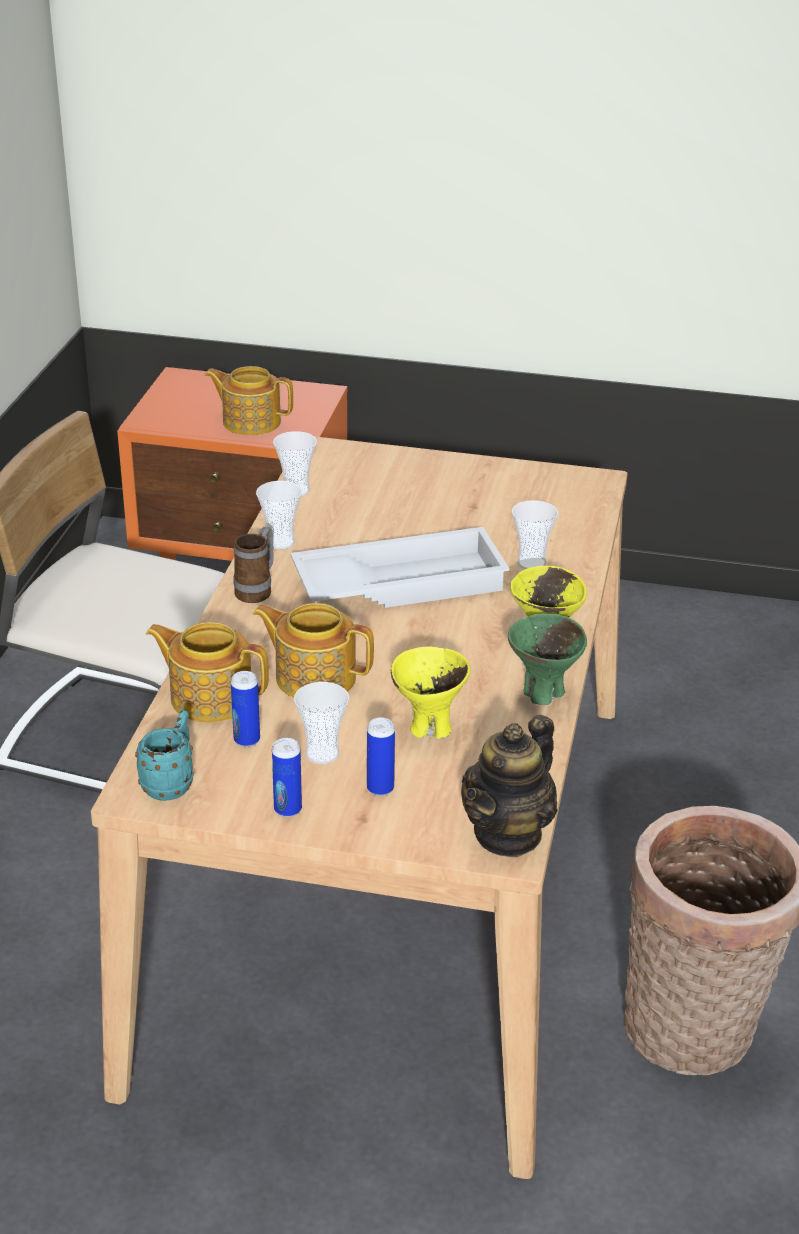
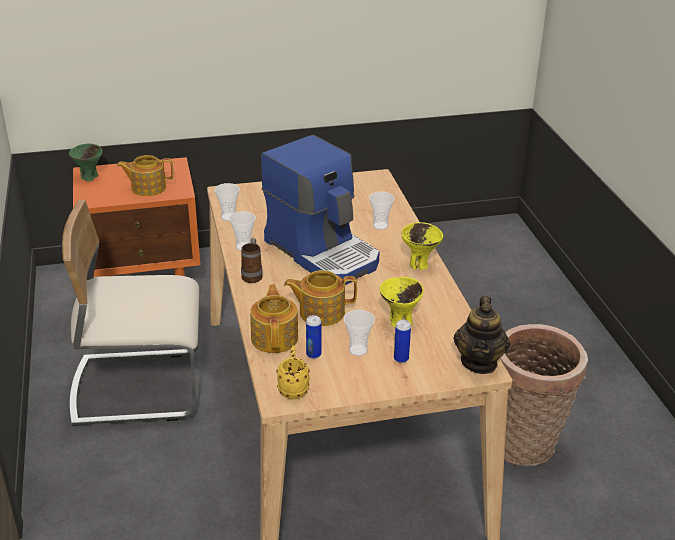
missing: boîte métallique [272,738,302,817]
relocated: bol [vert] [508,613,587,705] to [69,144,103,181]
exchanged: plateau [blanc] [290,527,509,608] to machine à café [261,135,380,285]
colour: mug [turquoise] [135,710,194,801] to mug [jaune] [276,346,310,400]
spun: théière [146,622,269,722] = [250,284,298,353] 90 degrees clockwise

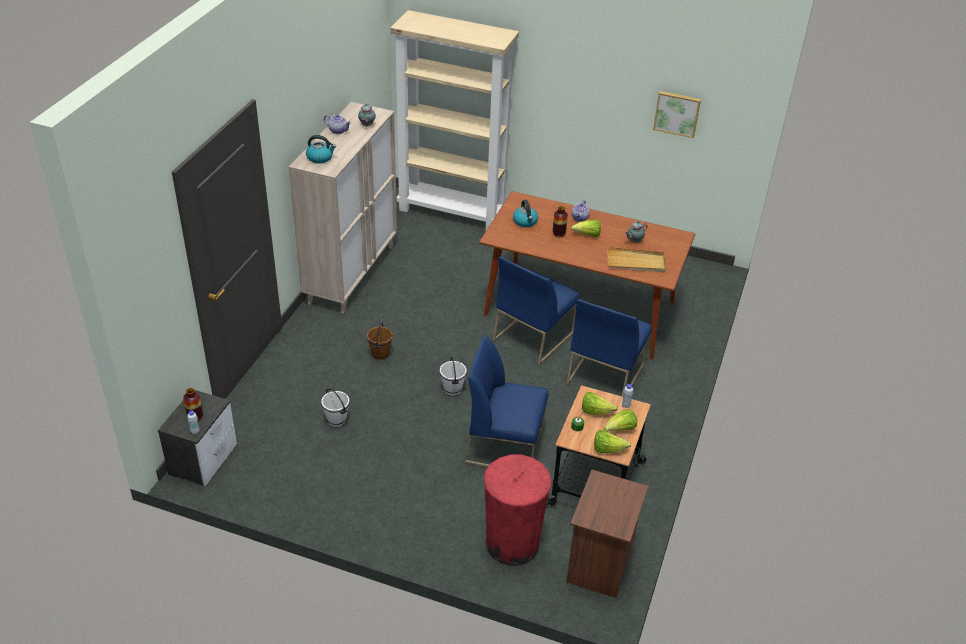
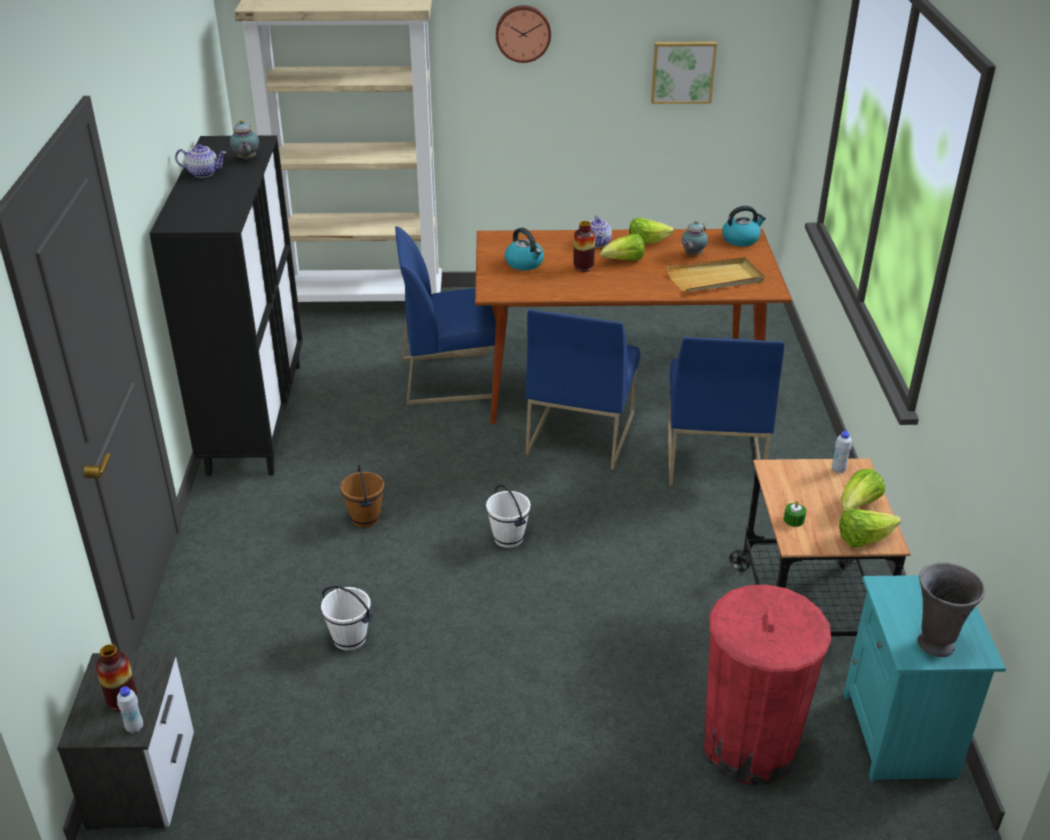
appeared: horloge murale [496,5,551,63]; vase [gris] [917,562,985,657]
relocated: bouilloire [306,135,336,164] to [722,206,766,246]; chaise [bleu] [463,335,548,468] to [395,227,496,405]; laitue [582,392,618,415] to [629,218,674,245]
colour: meuble de rangement [beige] [289,102,397,314] to meuble de rangement [noir] [150,136,303,476]; table de chevet [marron] [566,470,648,598] to table de chevet [turquoise] [843,575,1006,782]

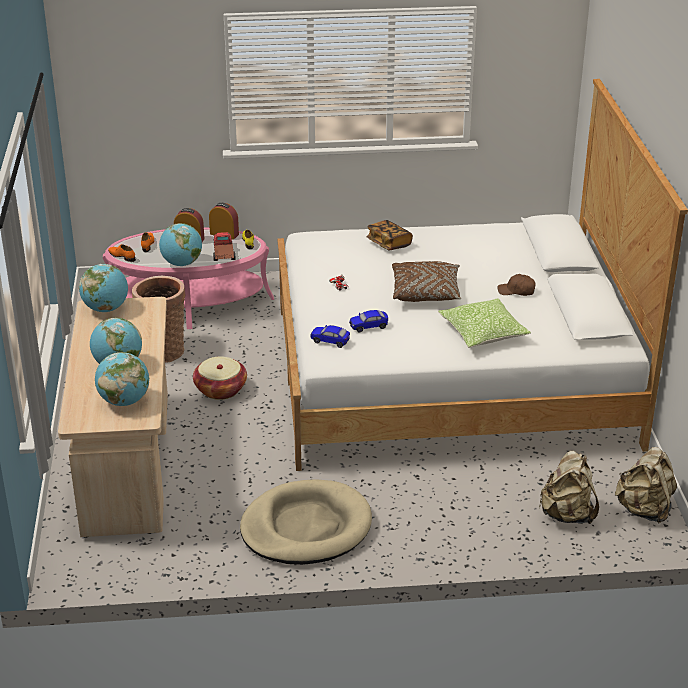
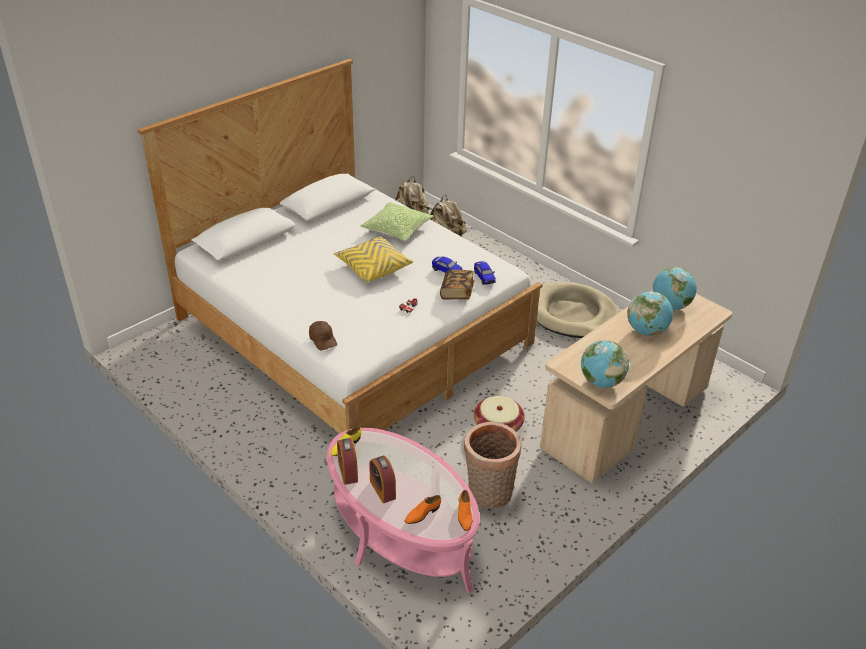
missing: globe [159,223,202,266]; camion jouet [213,232,235,261]
relocated: livre [366,220,413,251] to [440,270,474,300]; casquette [marron] [498,274,536,296] to [309,321,337,350]
colour: coussin [marron] [392,261,461,302] to coussin [jaune] [334,236,413,283]

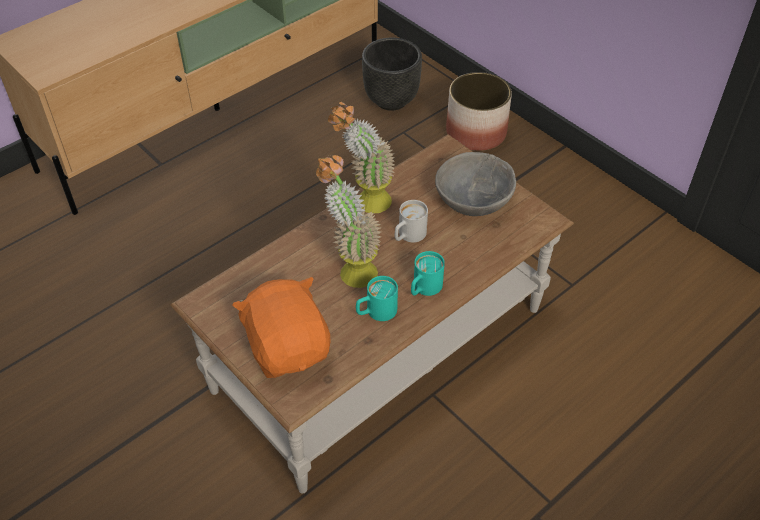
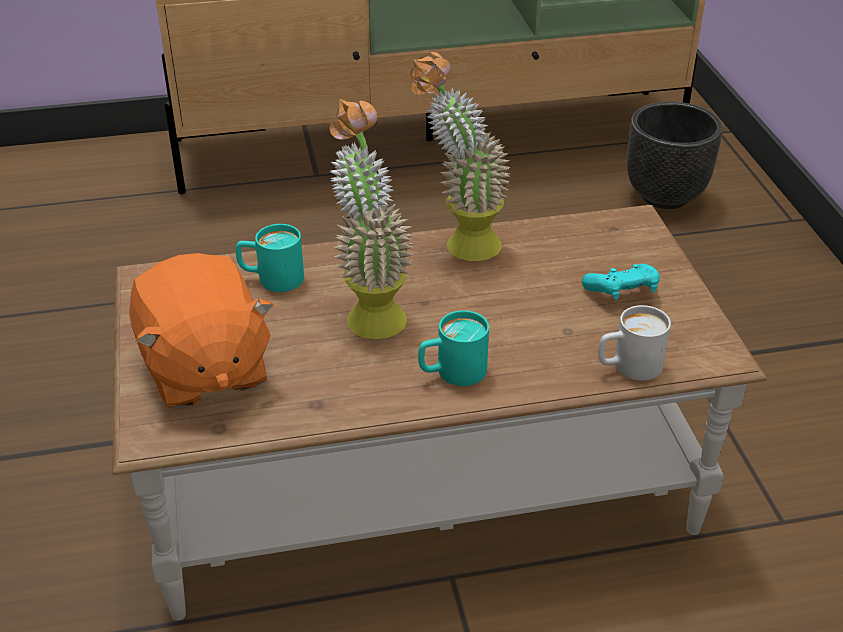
missing: cache-pot [446,72,512,151]
relocated: mug [turquoise] [356,276,398,321] to [236,224,304,292]; mug [blanc] [395,200,428,242] to [598,305,671,381]
exchanged: bol [gris] [435,152,516,216] to manette [turquoise] [582,264,660,300]
spun: peluche [orange] [232,277,330,378] = [129,253,274,409] 150 degrees clockwise

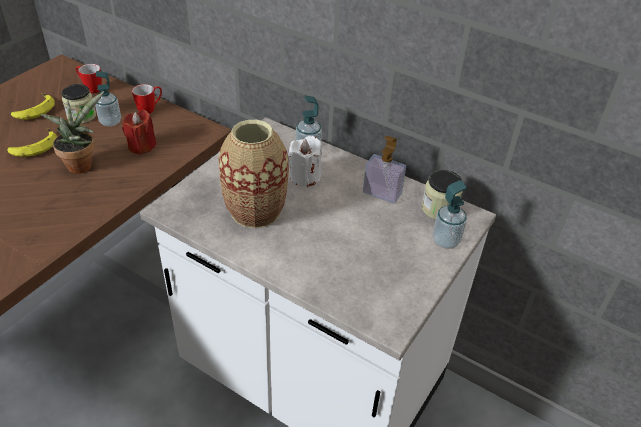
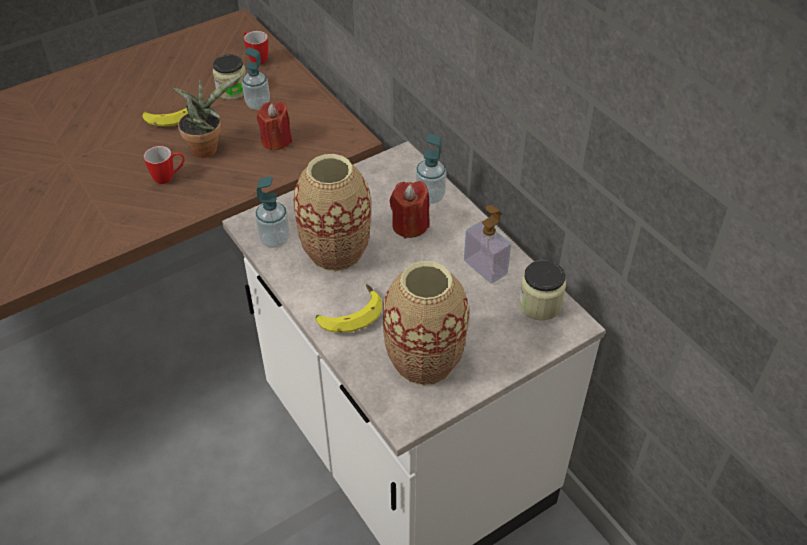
appeared: vase [383,261,469,386]
relocated: banane [10,93,55,120] to [315,284,382,333]; mug [132,84,162,114] to [144,146,185,184]; distributeur de savon [432,180,467,249] to [255,176,290,248]
colour: bougie [blanc] [288,136,322,188] to bougie [rouge] [389,181,429,238]

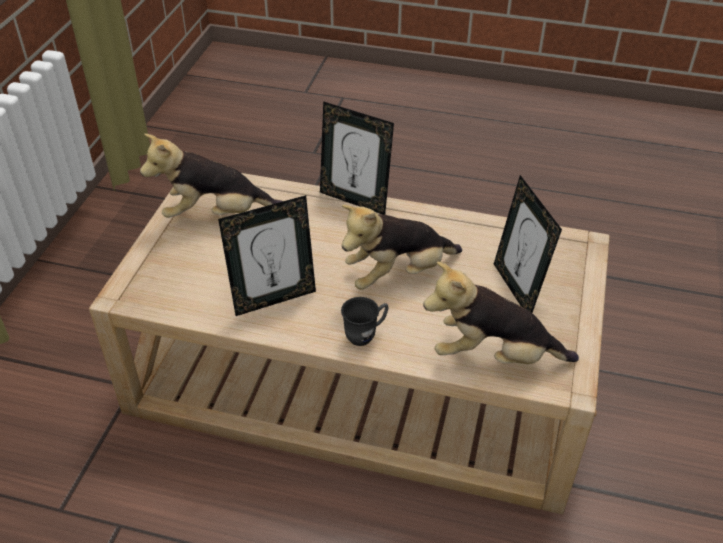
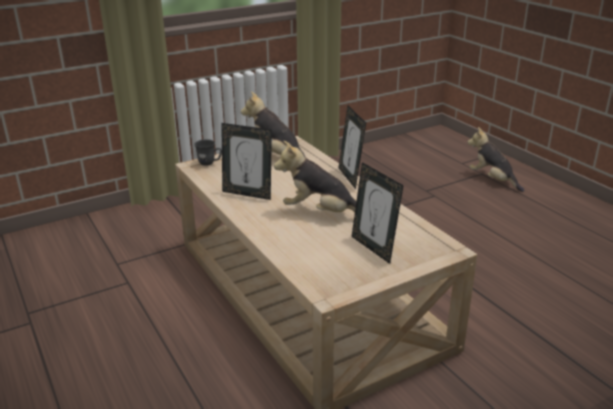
relocated: mug [gris] [341,297,389,346] to [195,139,222,166]; peluche [423,262,579,364] to [467,127,524,192]
spun: cadre photo [494,175,562,313] = [352,162,404,264] 60 degrees counterclockwise

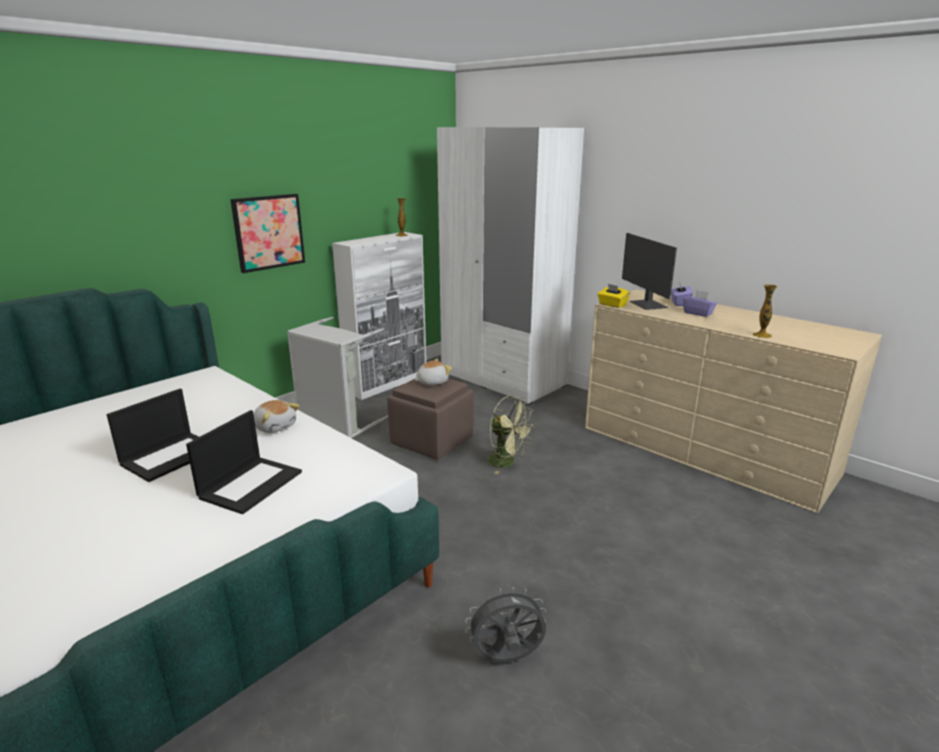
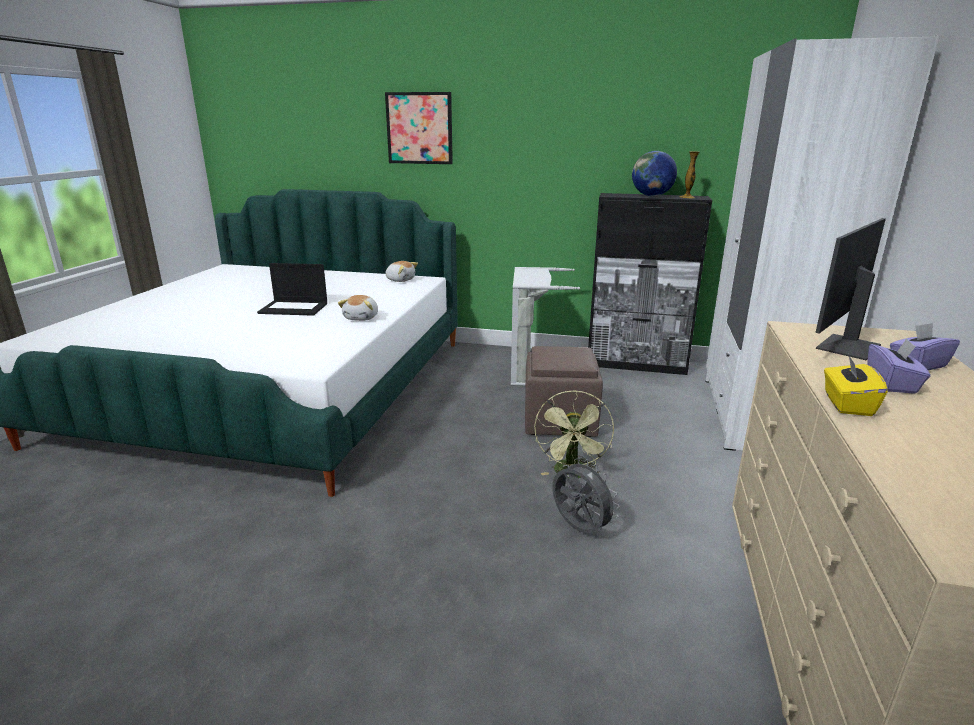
missing: ordinateur portable [186,410,302,514]; vase [753,284,777,338]
appeared: globe [632,151,677,196]
relocated: tableau [230,194,305,273] to [385,92,453,164]; peluche [415,359,452,385] to [386,261,418,282]; ventilateur [gris] [465,586,546,662] to [552,458,620,533]; boîte à mouchoirs [jaune] [597,284,630,308] to [824,356,888,416]
colour: meuble de rangement [blanc] [332,232,426,400] to meuble de rangement [noir] [588,193,712,375]

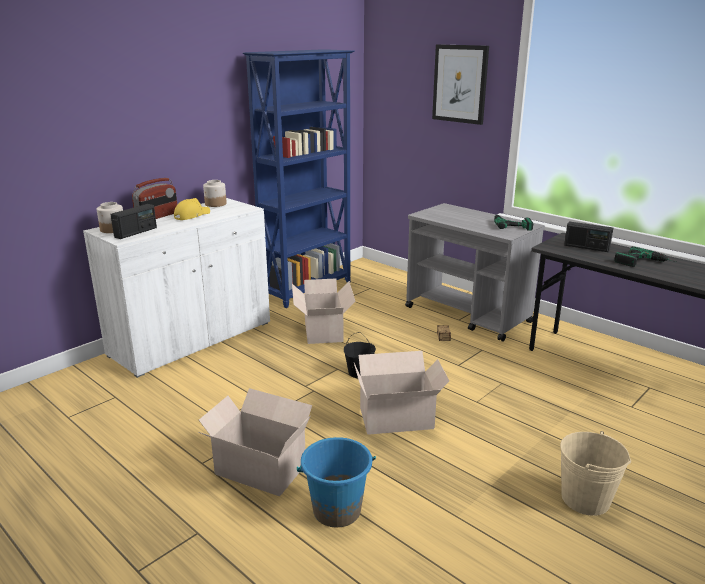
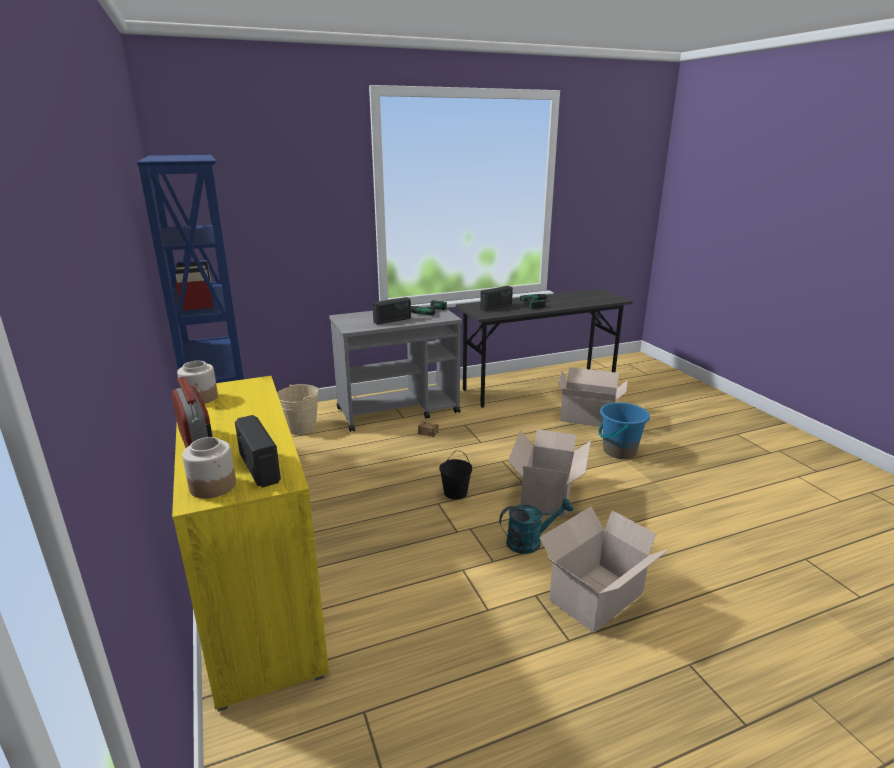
missing: casquette [jaune] [174,198,210,220]; tableau [432,44,489,125]
appeared: radio [373,297,411,325]; arrosoir [turquoise] [499,498,573,554]
relocated: carton [292,278,356,344] to [558,367,628,427]; seau [bleu] [297,437,376,528] to [598,402,650,459]; seau [beige] [560,431,631,516] to [277,384,318,435]
colour: meuble de rangement [blanc] [83,198,270,378] to meuble de rangement [jaune] [172,376,329,712]

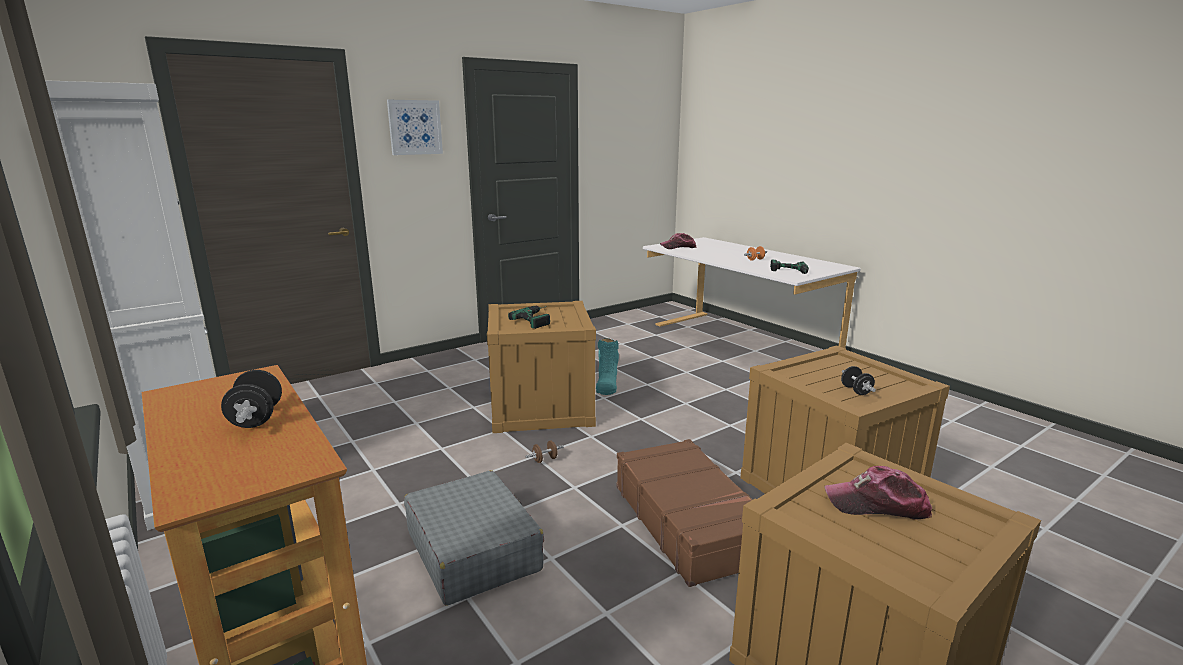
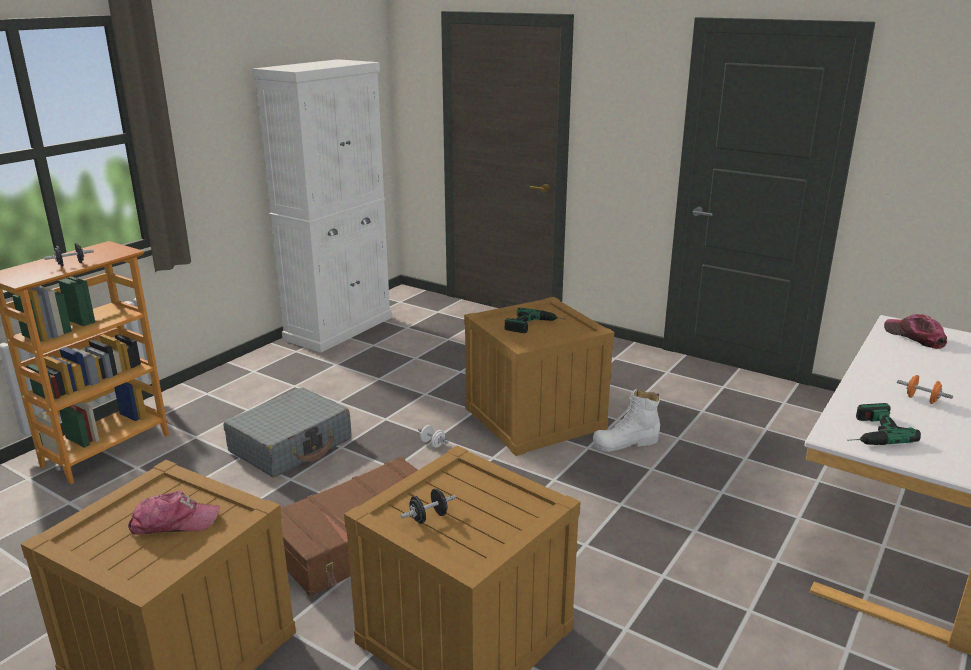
missing: tableau [387,100,443,155]
colour: haltère [marron] [525,440,563,463] to haltère [blanc] [418,425,448,448]; botte [turquoise] [596,338,619,395] to botte [blanc] [593,388,660,452]
spun: casquette [824,466,932,520] = [128,491,220,535] 90 degrees clockwise

